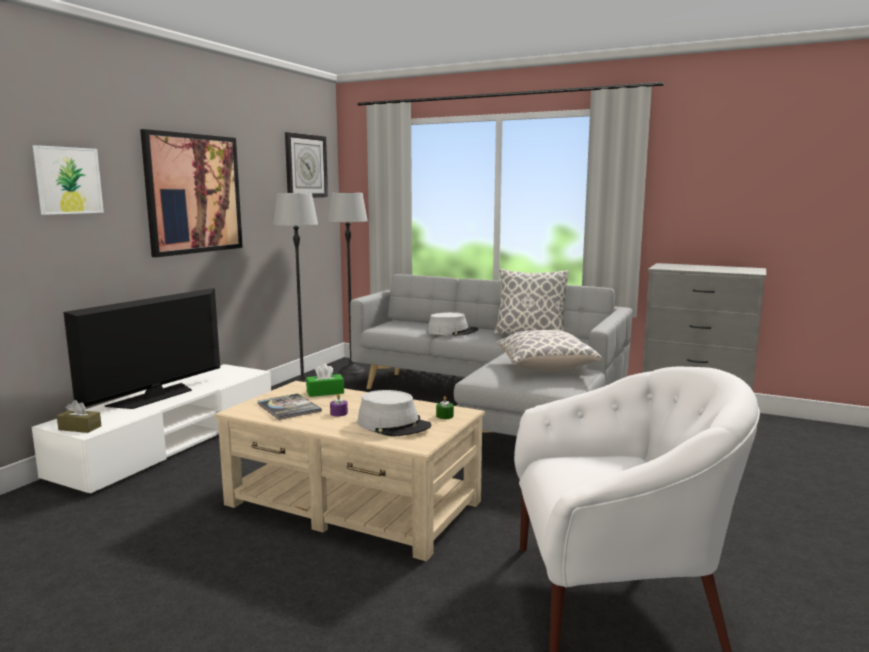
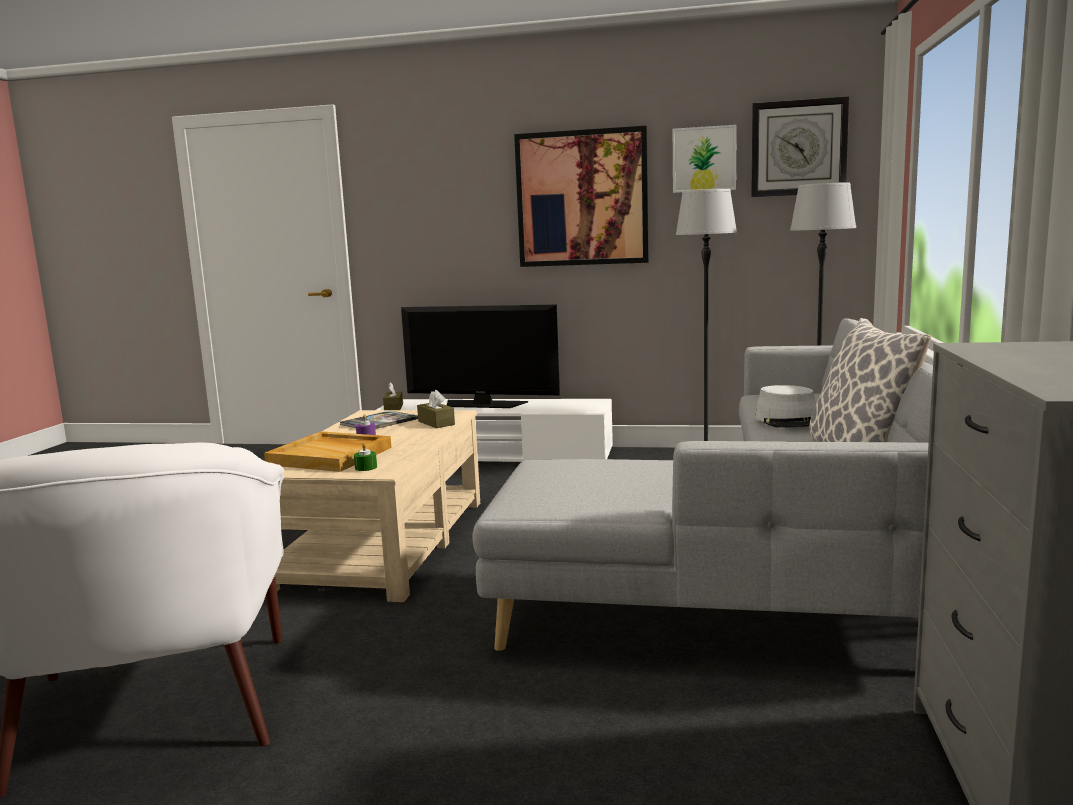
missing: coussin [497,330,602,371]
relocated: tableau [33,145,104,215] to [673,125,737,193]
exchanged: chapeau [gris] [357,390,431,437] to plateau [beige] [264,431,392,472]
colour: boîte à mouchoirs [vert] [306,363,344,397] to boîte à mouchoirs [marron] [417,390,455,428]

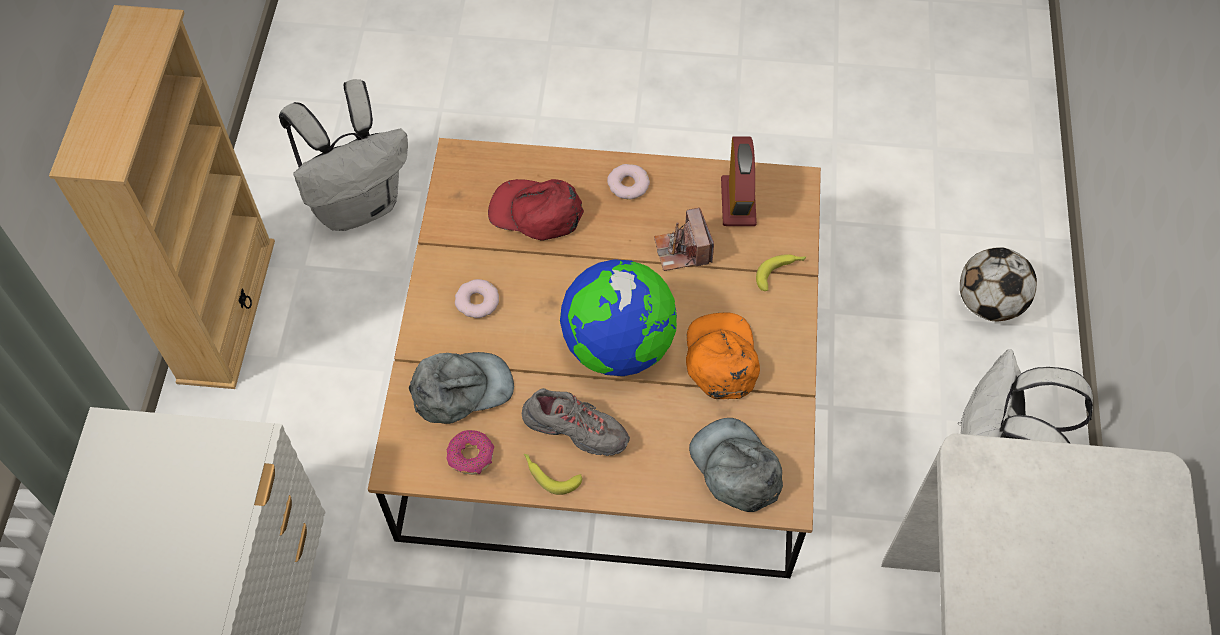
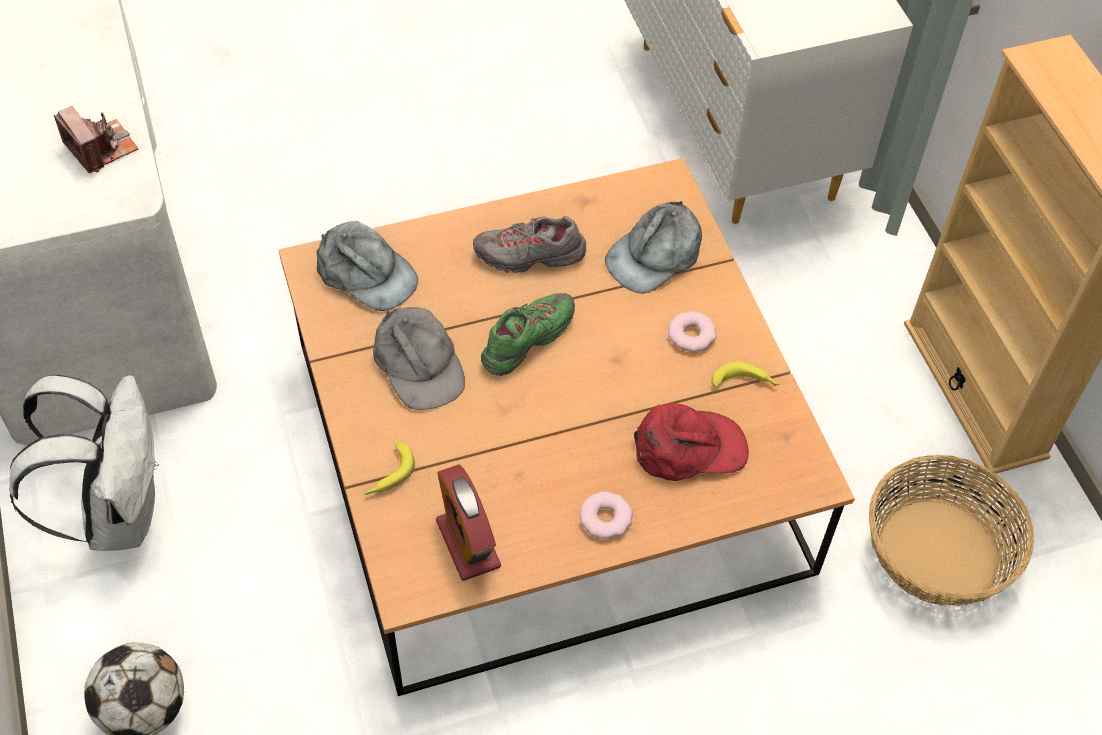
missing: beignet [447,430,494,475]
relocated: banane [524,454,582,495] to [711,361,780,387]; appareil photo [654,208,714,271] to [54,106,138,173]
exchanged: sac à dos [blanc] [279,79,408,231] to panier [869,455,1034,606]; globe [560,259,677,376] to chaussure [vert] [481,293,575,376]
colour: casquette [orange] [686,312,760,399] to casquette [gris] [373,307,465,410]

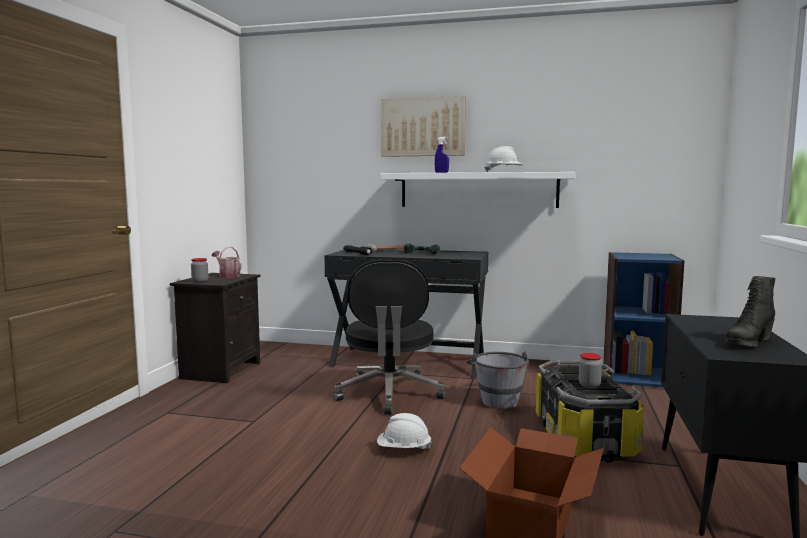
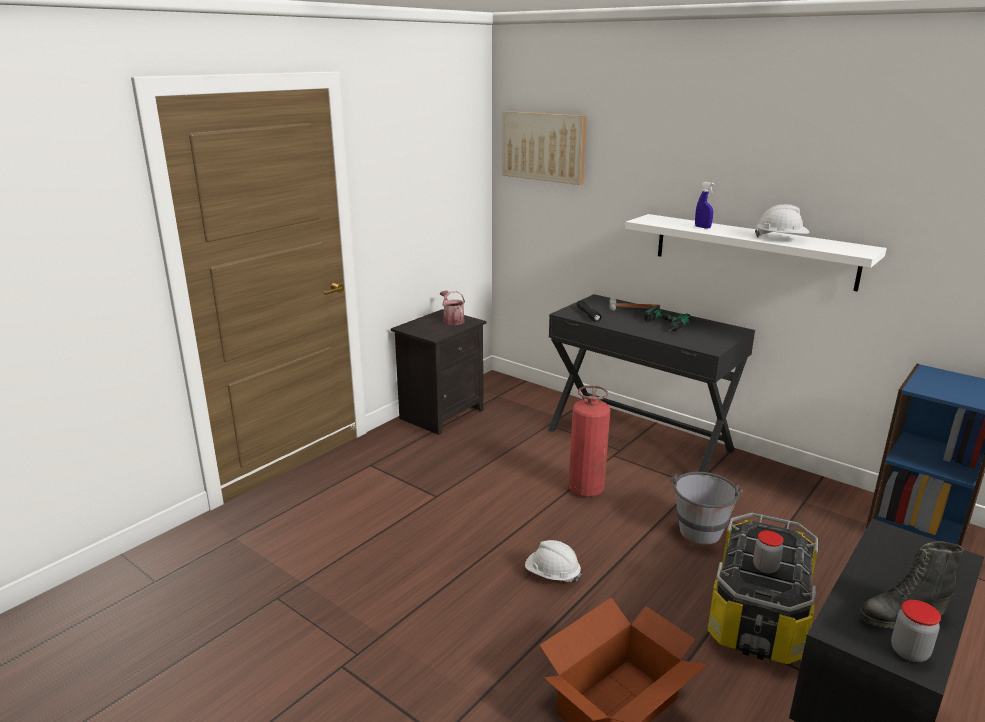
relocated: bocal [191,258,208,283] to [891,600,941,662]; tableau [381,96,466,157] to [502,111,586,185]
exchanged: chaise de bureau [noir] [334,259,445,415] to extincteur [568,385,610,497]

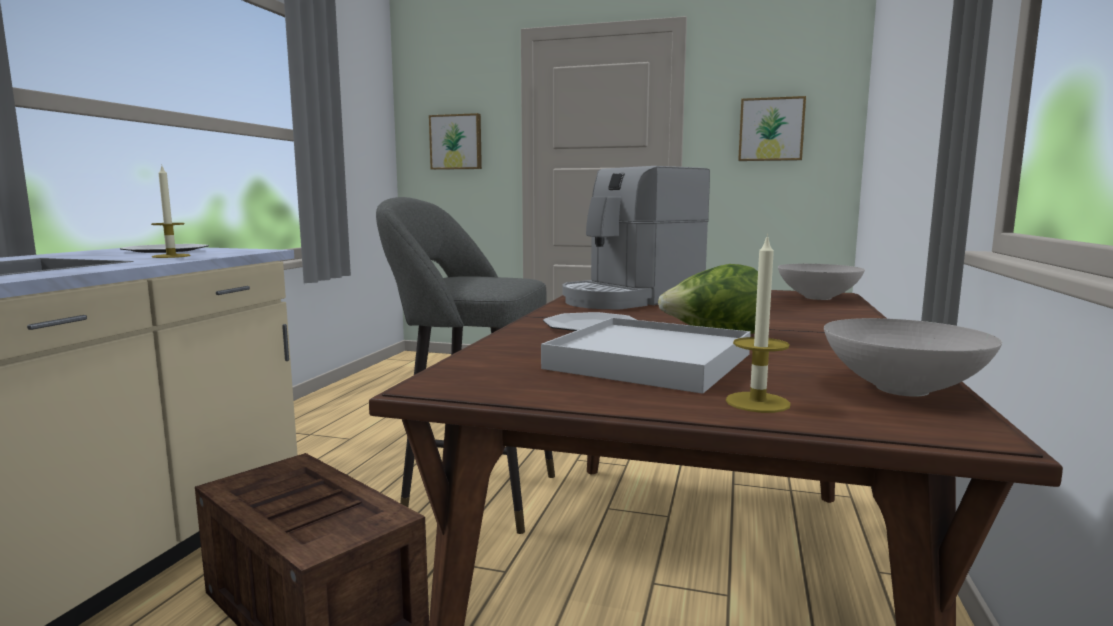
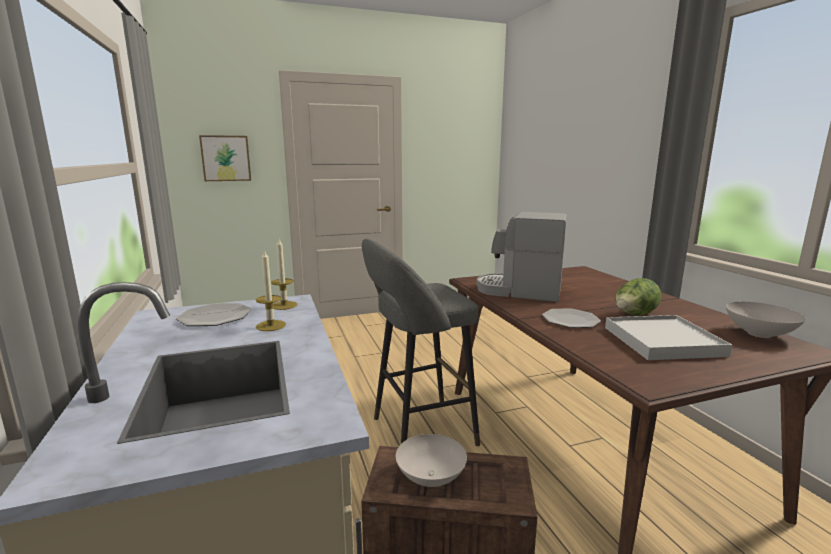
missing: tableau [738,96,806,161]
relocated: bougie [726,234,791,413] to [271,239,297,310]; bol [blanc] [778,264,865,300] to [396,434,467,487]
spun: machine à café [562,166,710,309] = [477,212,567,302] 90 degrees clockwise

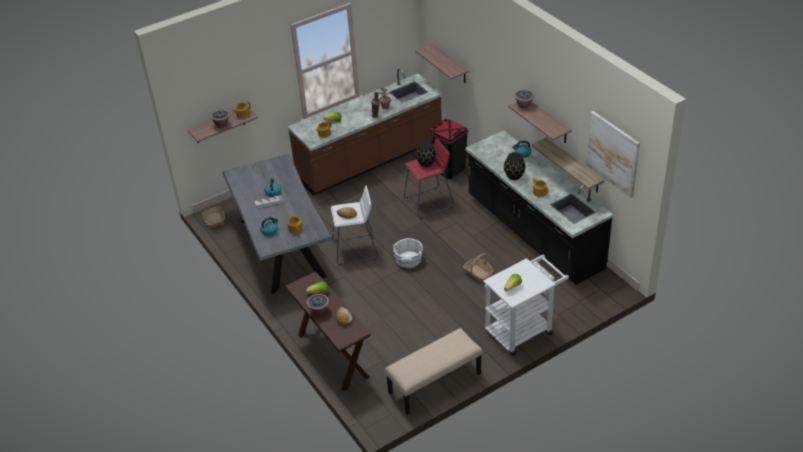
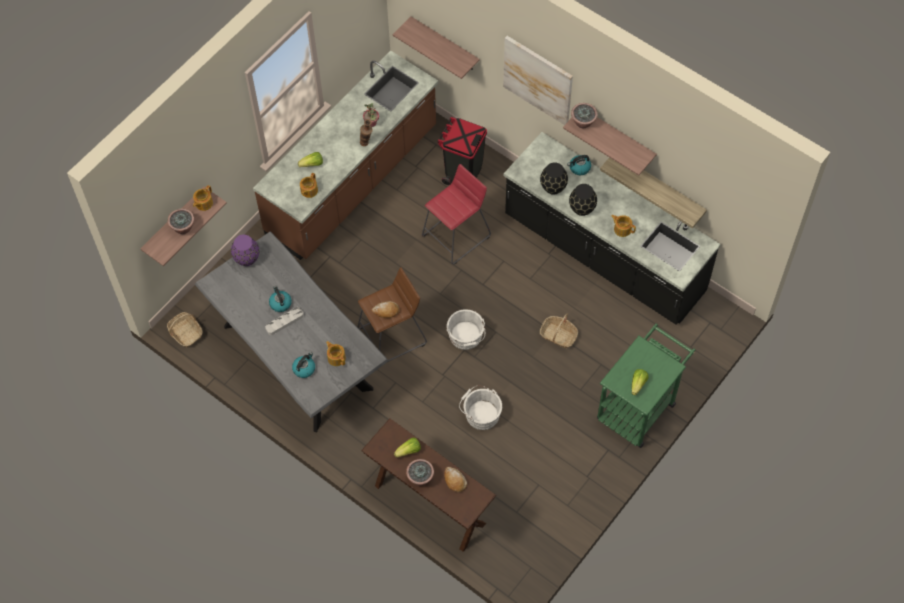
missing: banc [beige] [385,328,483,415]
appeared: vase [violet] [231,235,259,266]; seau [blanc] [459,385,502,430]
relocated: vase [noir] [416,140,436,167] to [540,162,568,195]; tableau [586,111,640,198] to [503,36,573,125]
colour: tabouret [blanc] [331,185,378,265] to tabouret [marron] [357,267,427,362]; chariot [blanc] [483,255,569,356] to chariot [vert] [597,323,696,448]

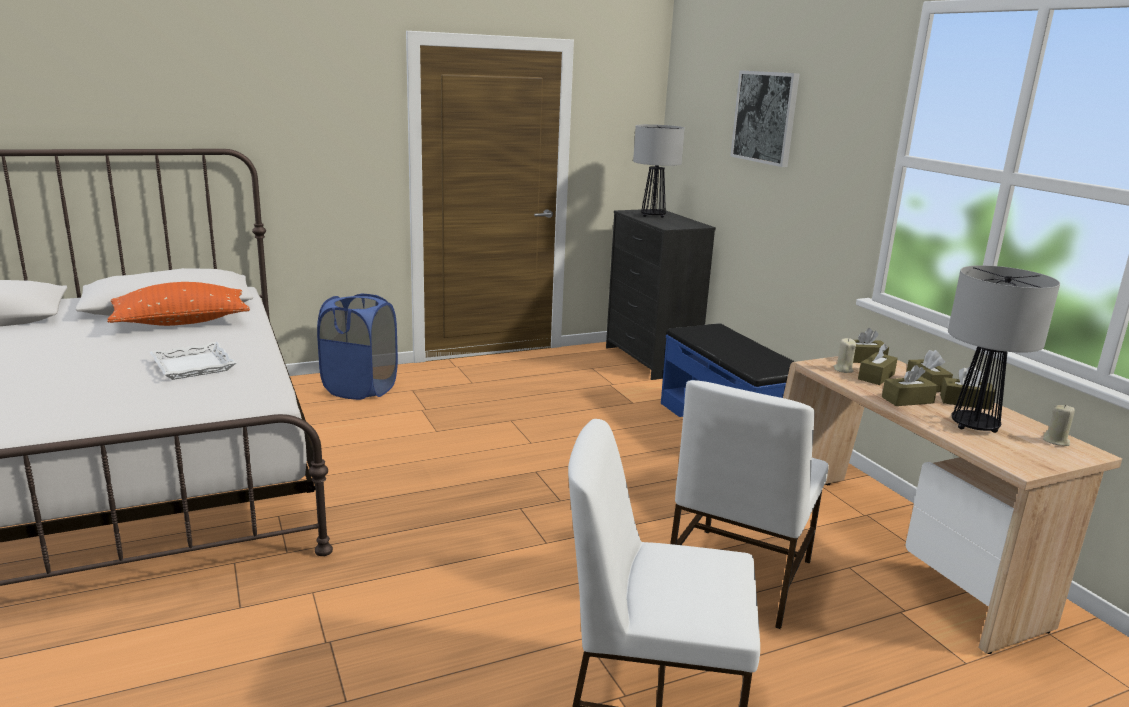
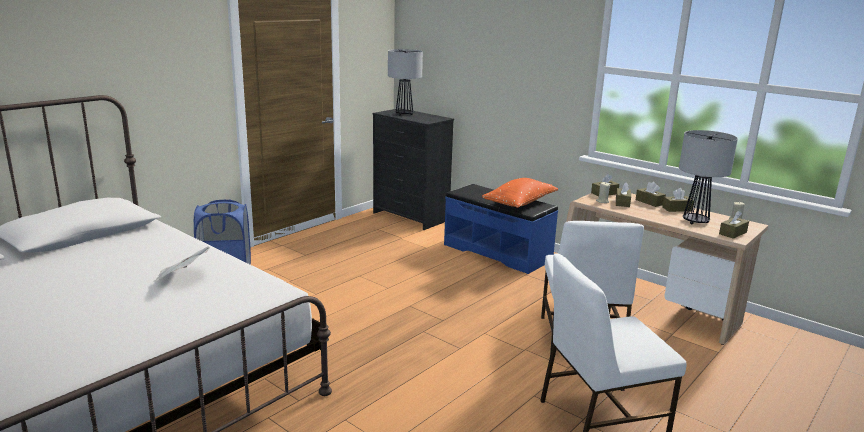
missing: tableau [731,70,800,167]
relocated: coussin [orange] [107,282,250,326] to [482,178,558,208]; boîte à mouchoirs [marron] [882,365,938,406] to [719,211,749,239]
exchanged: plateau [blanc] [150,341,236,380] to journal [155,247,210,281]

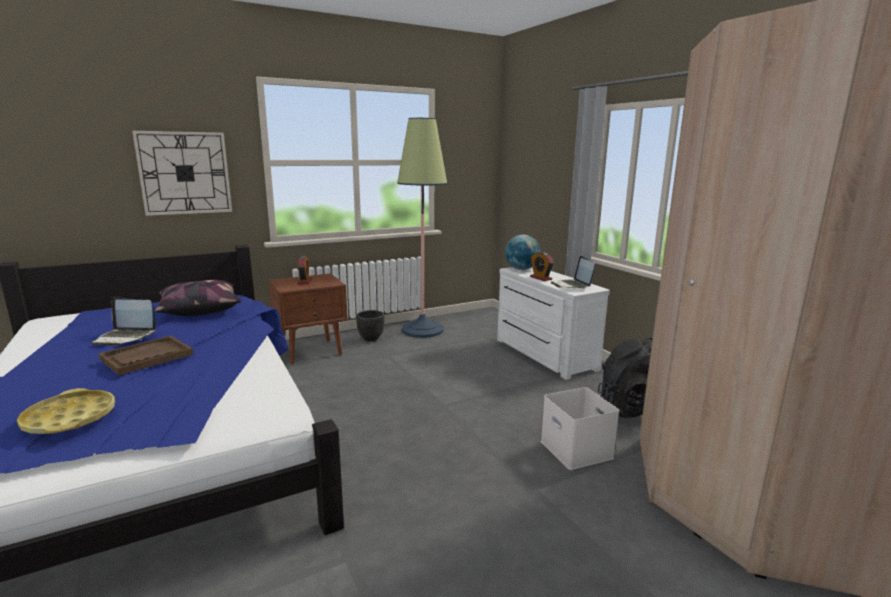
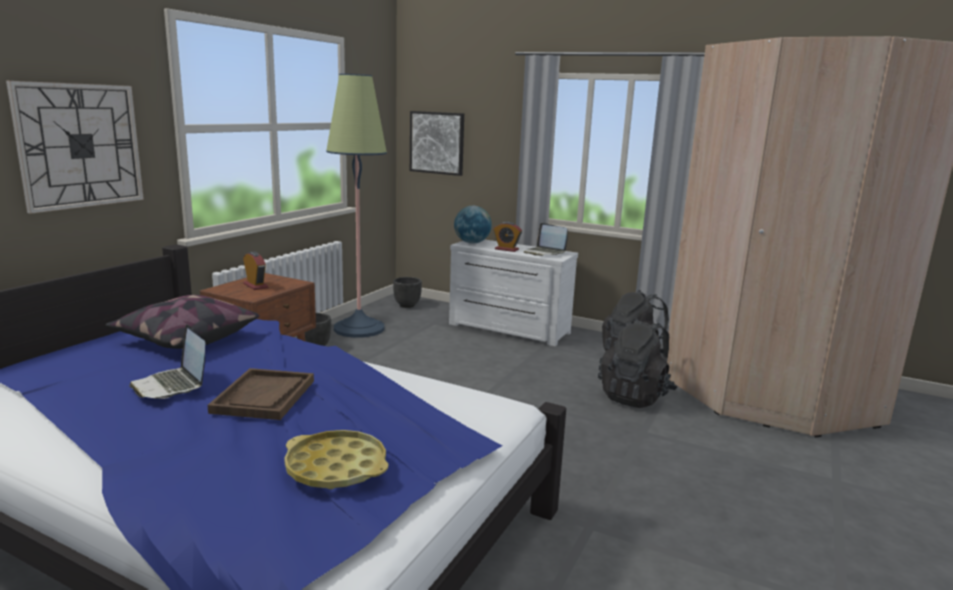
appeared: cache-pot [noir] [393,277,422,308]; tableau [410,111,464,176]
exchanged: boîte de rangement [blanc] [541,387,619,470] to sac à dos [noir] [598,318,677,408]
spun: ordinateur portable [92,297,156,346] = [129,324,206,399] 75 degrees clockwise

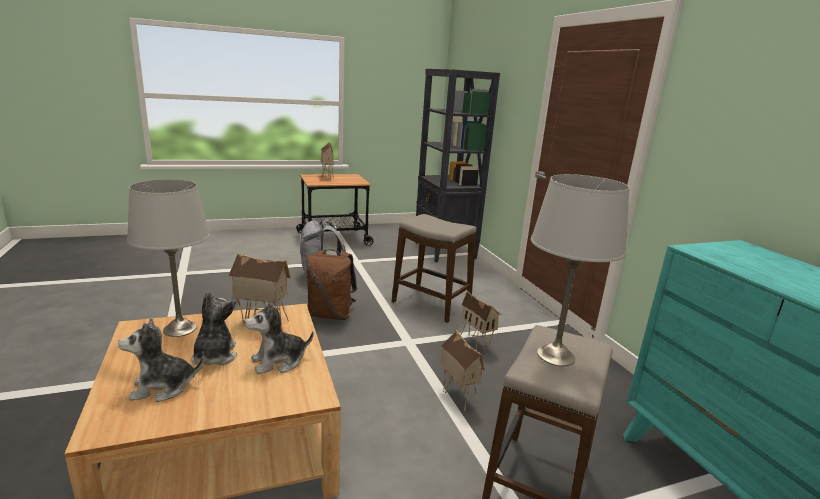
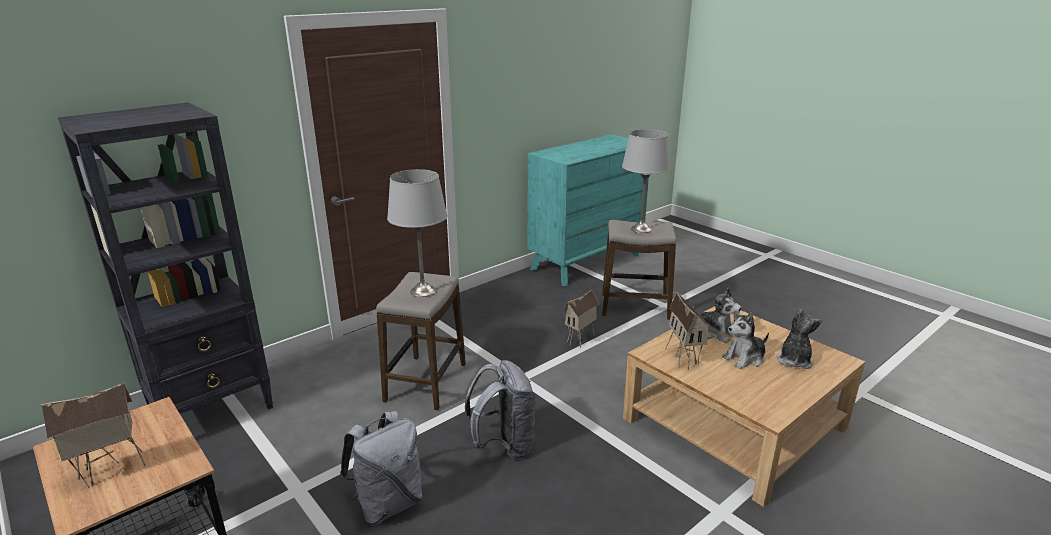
missing: maison miniature [461,291,502,352]
relocated: lampe de table [gris] [127,179,210,337] to [387,169,447,297]
colour: sac à dos [marron] [306,250,357,320] to sac à dos [gris] [465,360,536,459]
spun: peluche [118,318,204,402] = [776,309,823,369] 120 degrees counterclockwise

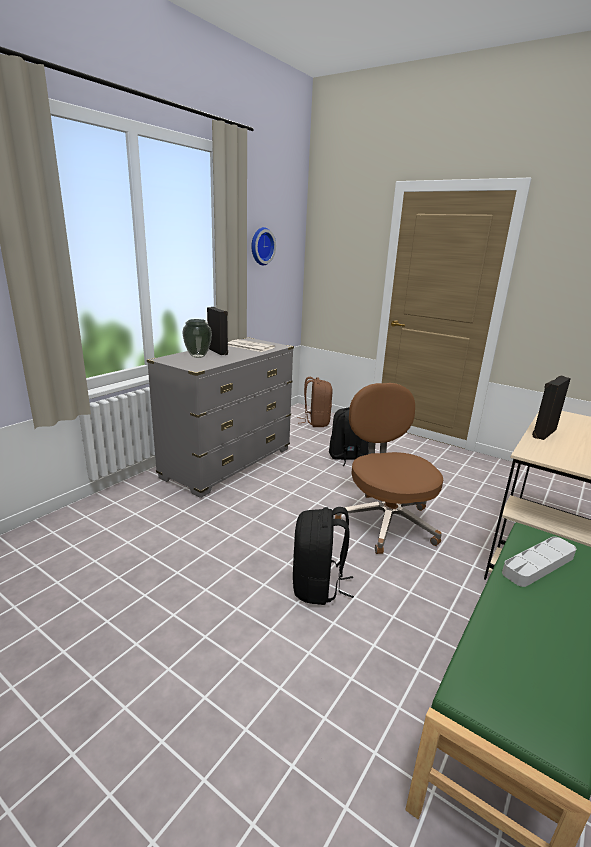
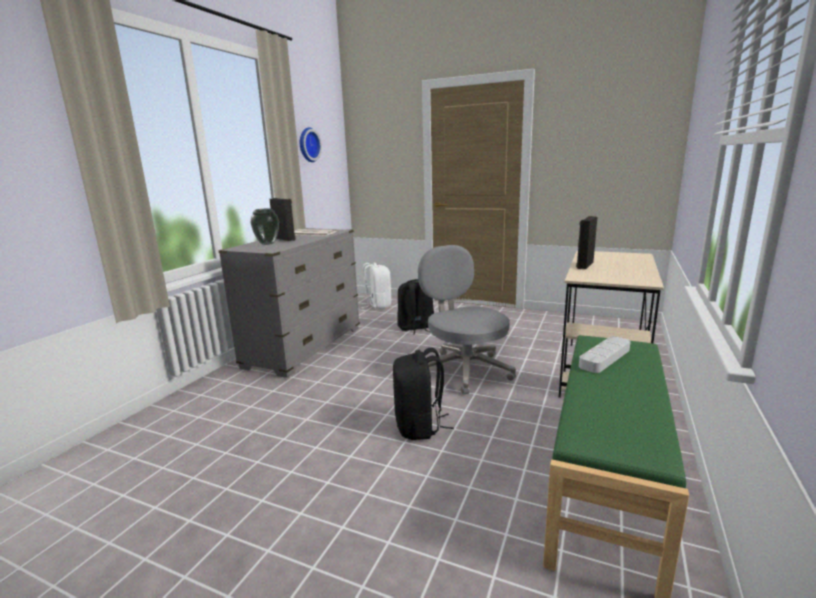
colour: sac à dos [marron] [298,377,333,427] to sac à dos [blanc] [360,263,391,309]; chaise de bureau [marron] [335,383,443,554] to chaise de bureau [gris] [418,245,516,395]

